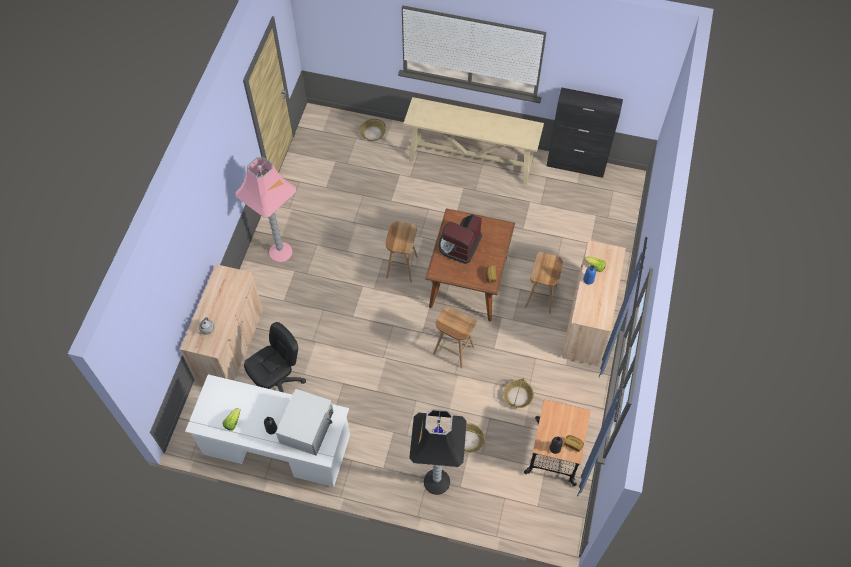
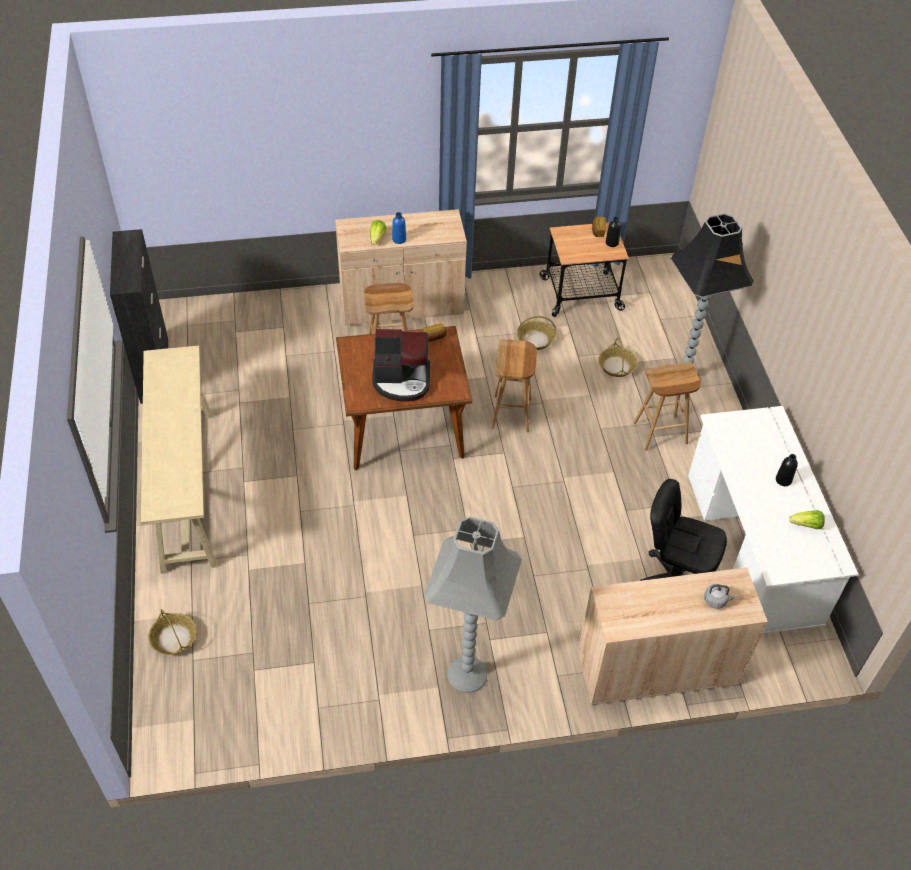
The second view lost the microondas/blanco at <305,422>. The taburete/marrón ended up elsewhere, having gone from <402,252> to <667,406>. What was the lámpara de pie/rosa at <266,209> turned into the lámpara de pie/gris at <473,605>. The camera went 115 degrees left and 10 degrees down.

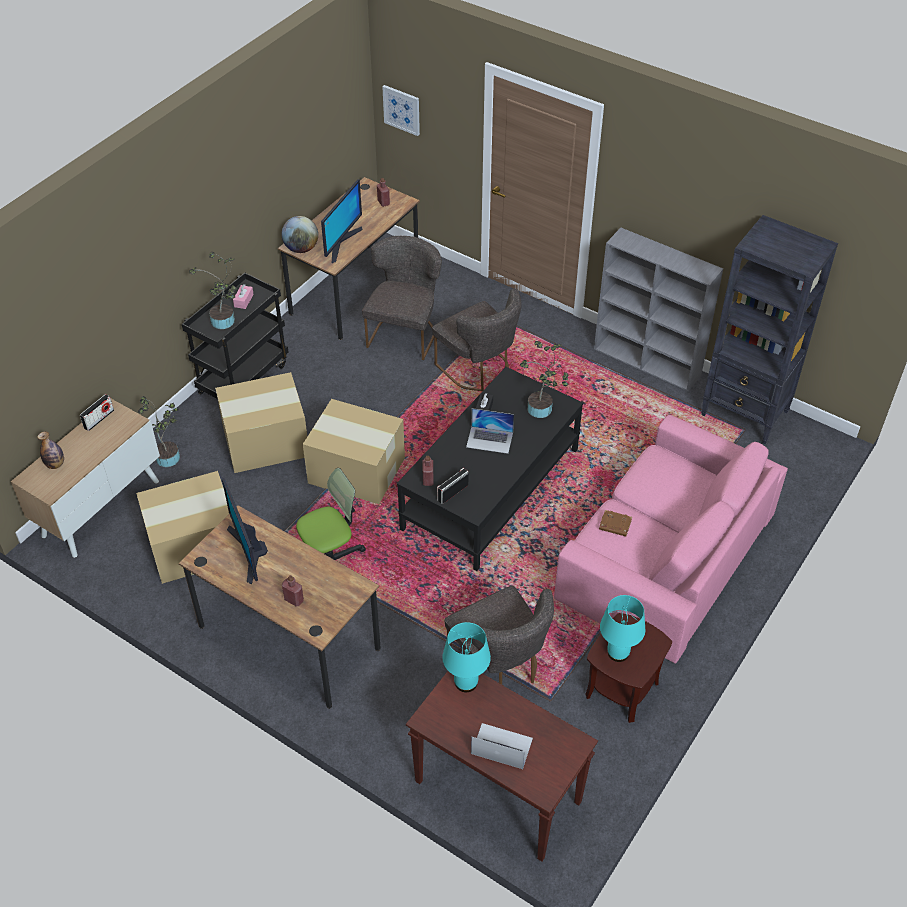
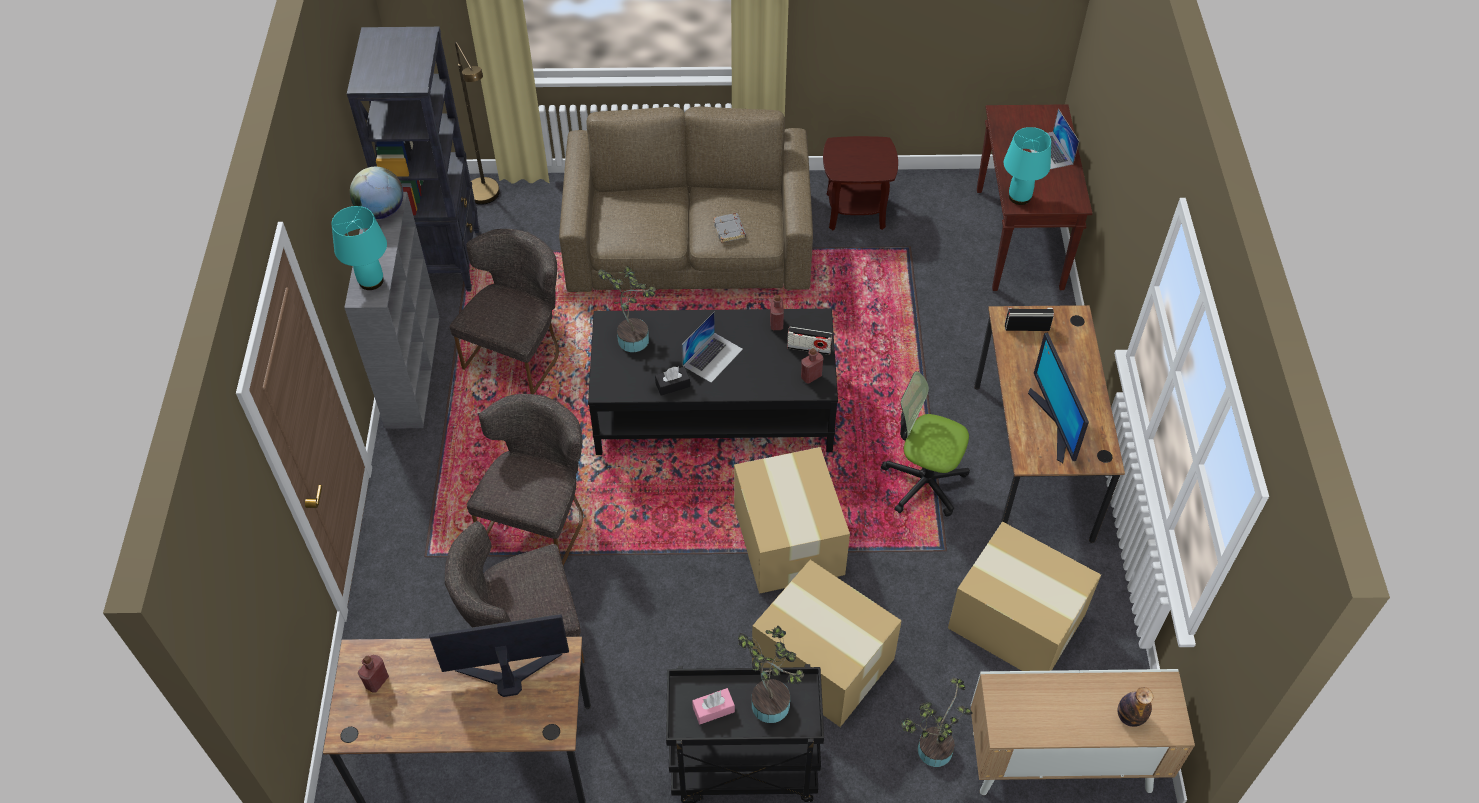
The second view lost the cuadro at <401,110>. The second view gained the lámpara de pie/marrón at <477,123>. The radio ended up elsewhere, having gone from <97,412> to <1029,319>. The globo terráqueo ended up elsewhere, having gone from <300,234> to <376,193>. The botella/rojo ended up elsewhere, having gone from <293,591> to <777,312>. The silla/gris ended up elsewhere, having gone from <499,635> to <504,311>. The lámpara de mesa/turquesa ended up elsewhere, having gone from <622,628> to <359,248>. What was the sofá/rosa at <671,539> turned into the sofá/marrón at <686,199>. What was the libro/marrón at <615,523> turned into the libro/gris at <729,228>. The monitor at <245,531> ended up facing another way, 135 degrees clockwise from before. The portátil at <490,431> ended up facing another way, 60 degrees clockwise from before. The camera went 125 degrees left and 5 degrees up.

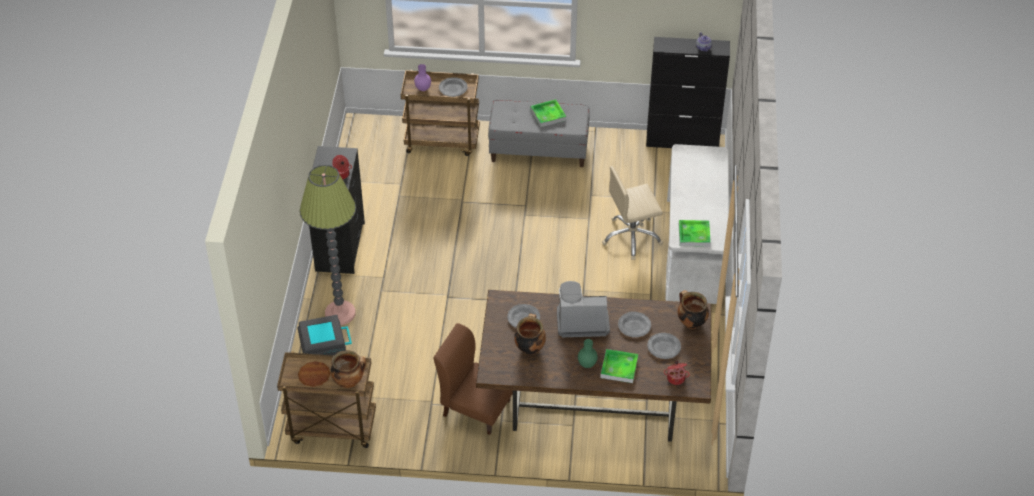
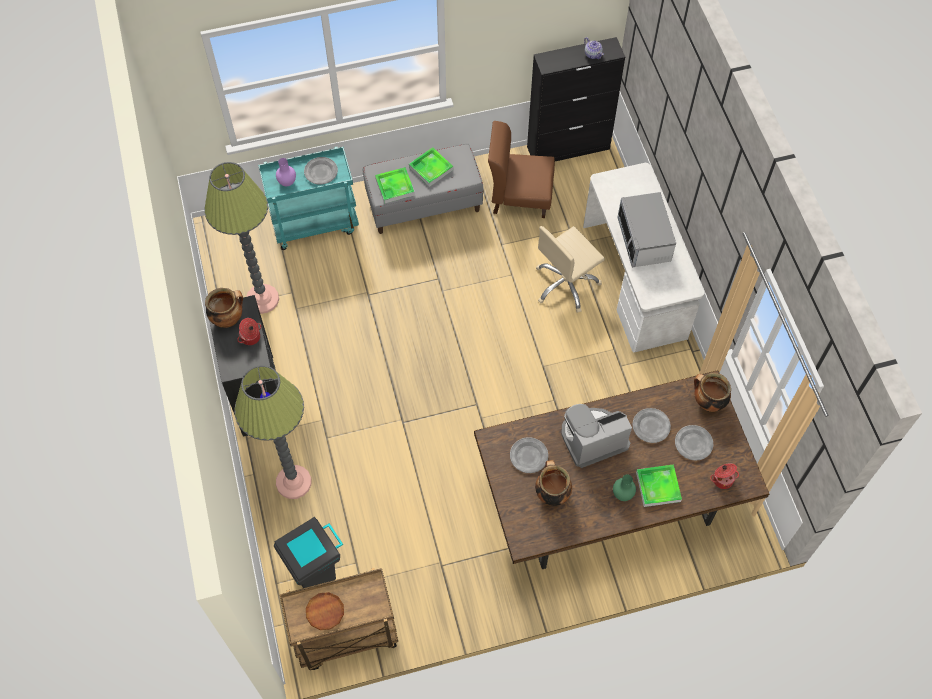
The second view gained the lámpara de pie at <241,238>. The second view gained the microondas at <646,229>. The olla ended up elsewhere, having gone from <348,369> to <224,308>. The silla/marrón ended up elsewhere, having gone from <473,379> to <521,169>. The bandeja ended up elsewhere, having gone from <695,233> to <395,185>. What was the carrito/marrón at <440,113> turned into the carrito/turquesa at <308,198>. The camera went 20 degrees left and 15 degrees up.

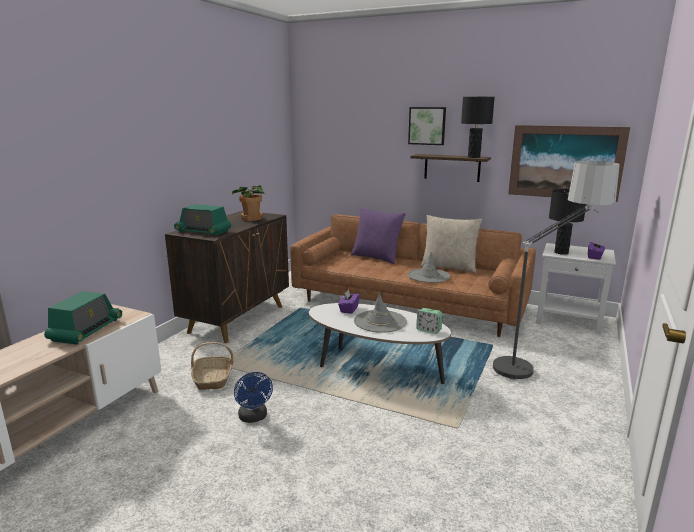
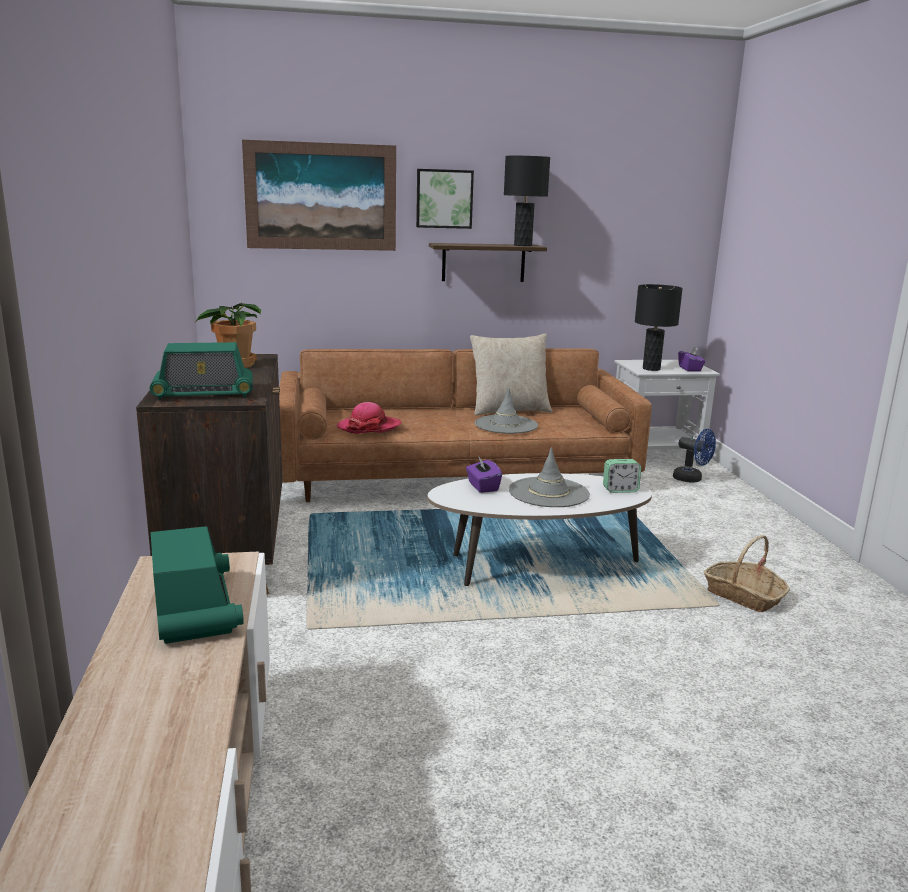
The second view lost the cojín/morado at <378,235>. The second view lost the lámpara de pie at <555,270>. The second view gained the sombrero at <369,418>. The cesta ended up elsewhere, having gone from <212,366> to <747,573>. The ventilador/azul ended up elsewhere, having gone from <253,397> to <694,456>. The cuadro ended up elsewhere, having gone from <569,163> to <319,195>. The camera went 35 degrees left and 0 degrees up.

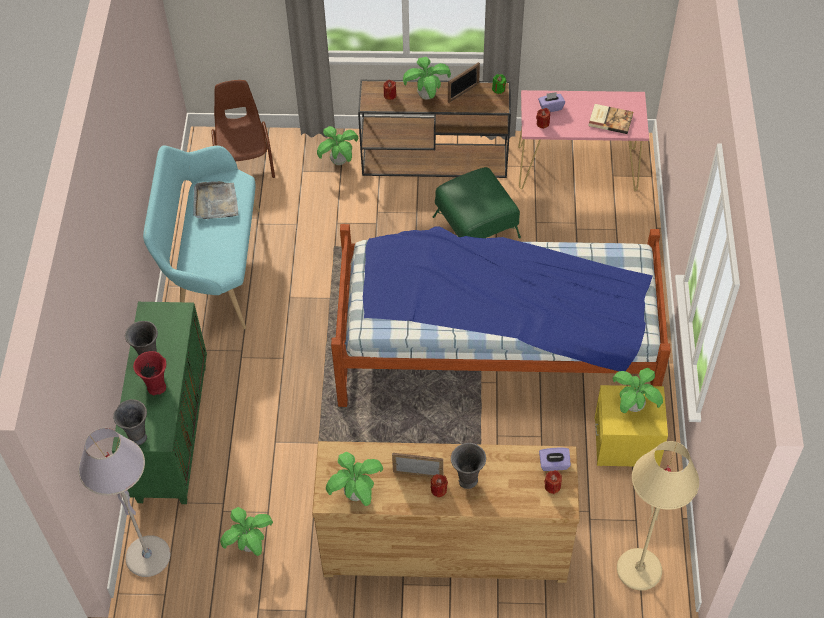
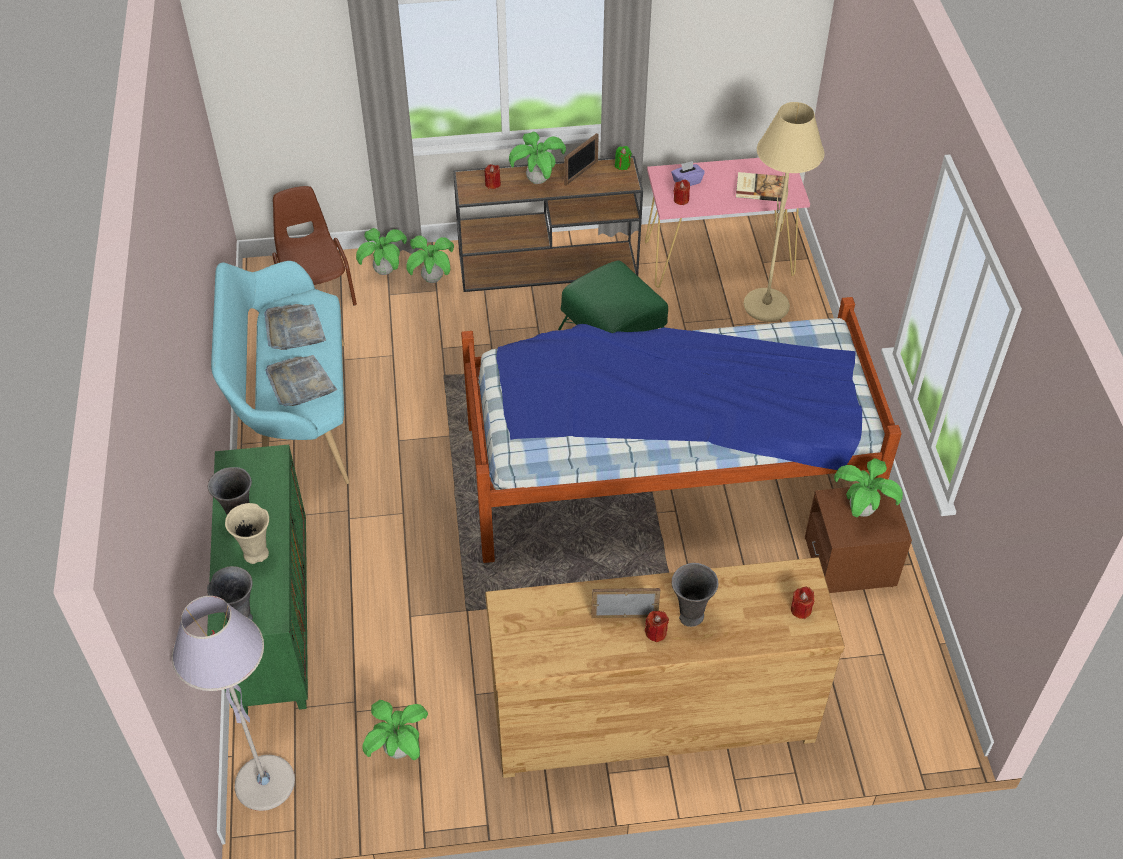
The second view lost the caja de pañuelos/morado at <555,459>. The second view gained the bandeja/gris at <301,380>. The planta en maceta ended up elsewhere, having gone from <354,479> to <381,251>. The lámpara de pie/beis ended up elsewhere, having gone from <658,516> to <784,212>. What was the florero/rojo at <149,373> turned into the florero/beis at <247,533>. What was the mesita de noche/amarillo at <631,425> turned into the mesita de noche/marrón at <858,540>. The camera went 10 degrees left and 5 degrees down.

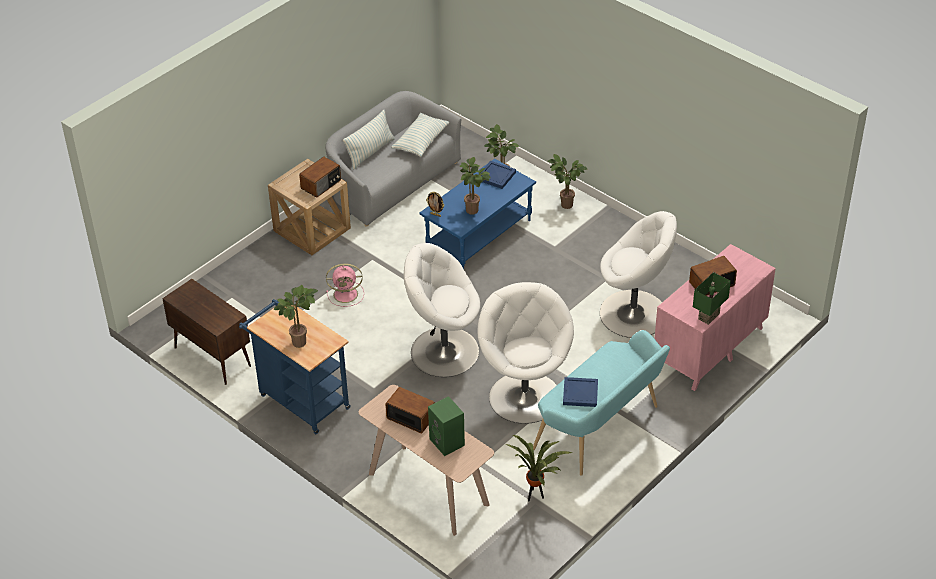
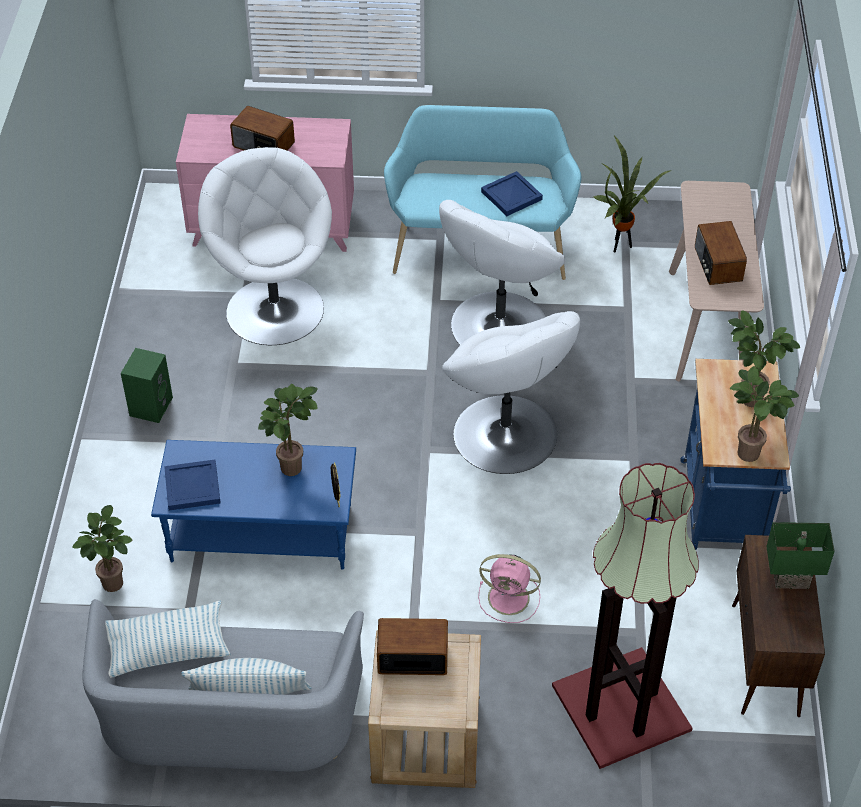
The second view gained the lámpara de pie at <625,616>. The altavoz/verde ended up elsewhere, having gone from <446,426> to <147,385>. The planta en maceta ended up elsewhere, having gone from <568,181> to <764,414>. The lámpara de mesa/verde ended up elsewhere, having gone from <712,298> to <800,555>. The ventilador/rosa at <345,285> ended up facing another way, 150 degrees clockwise from before. The camera went 130 degrees left and 5 degrees up.

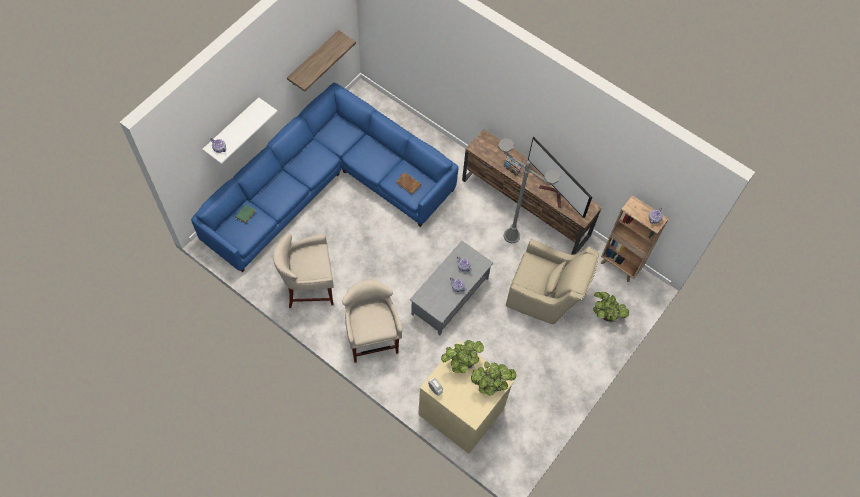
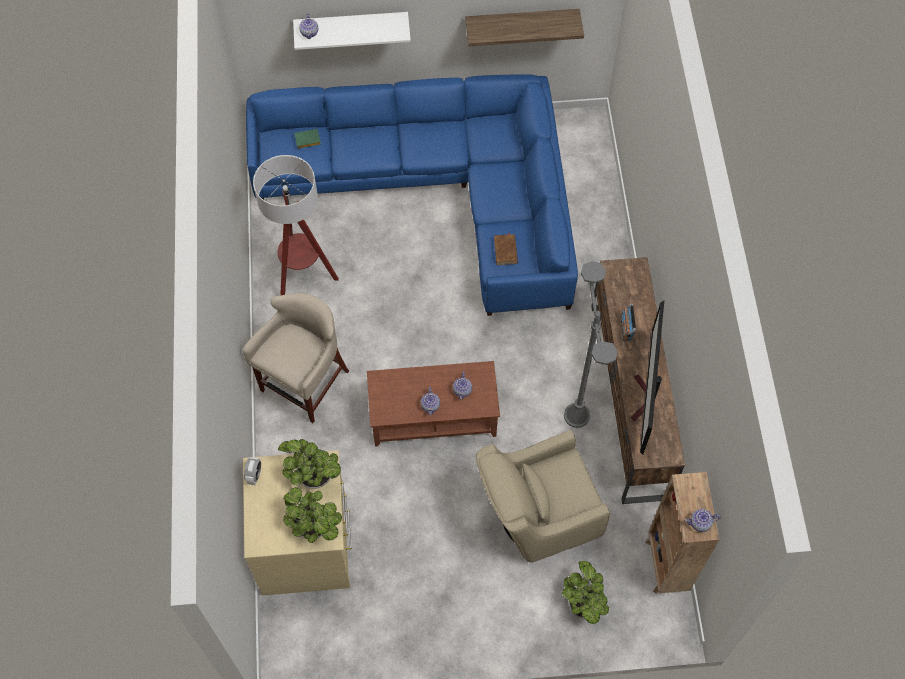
Where the taburete/beis stood at <303,270>, the lámpara de pie came to stand at <296,225>. What was the mesa de centro/gris at <451,288> turned into the mesa de centro/marrón at <433,404>. The sillón/beis at <552,281> ended up facing another way, 90 degrees clockwise from before. The camera went 50 degrees right and 0 degrees up.

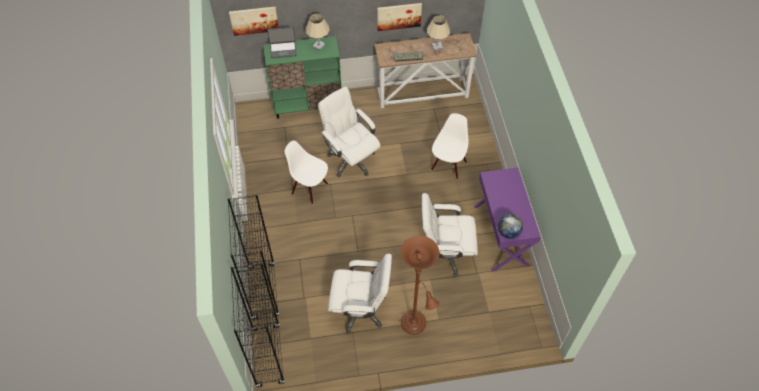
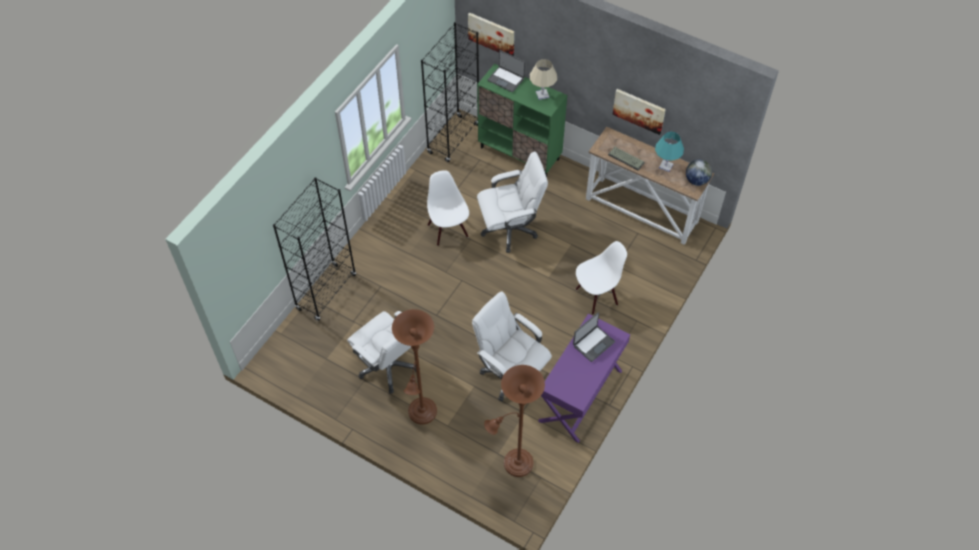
The second view gained the lámpara de pie/marrón at <514,421>. The second view gained the portátil at <594,337>. The estantería/negro ended up elsewhere, having gone from <258,325> to <450,92>. The globo terráqueo ended up elsewhere, having gone from <510,226> to <699,173>. What was the lámpara de mesa/beis at <438,33> turned into the lámpara de mesa/turquesa at <669,152>. The silla de oficina/blanco at <349,132> ended up facing another way, 75 degrees clockwise from before. The camera went 40 degrees right and 0 degrees up.

